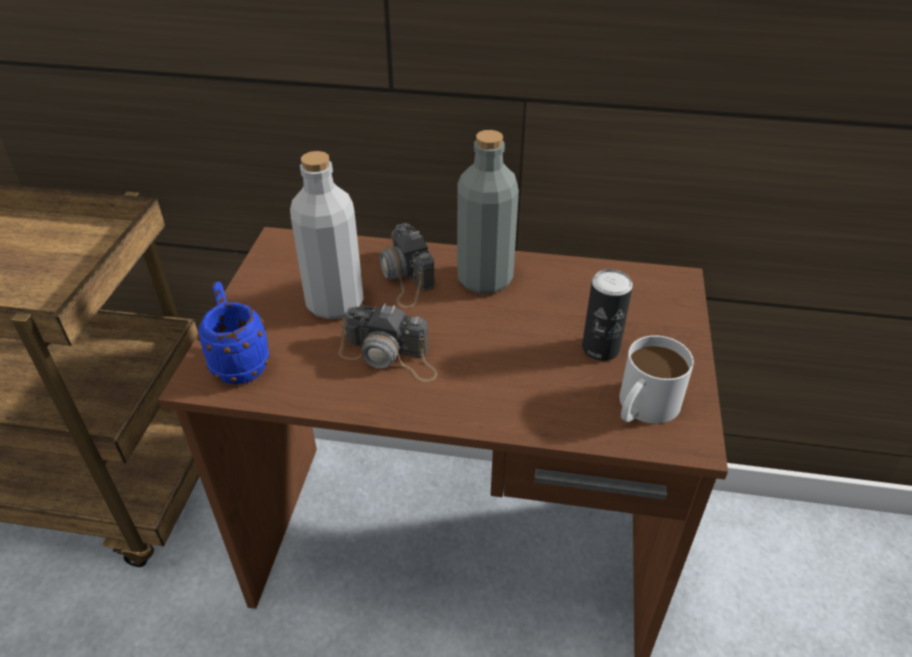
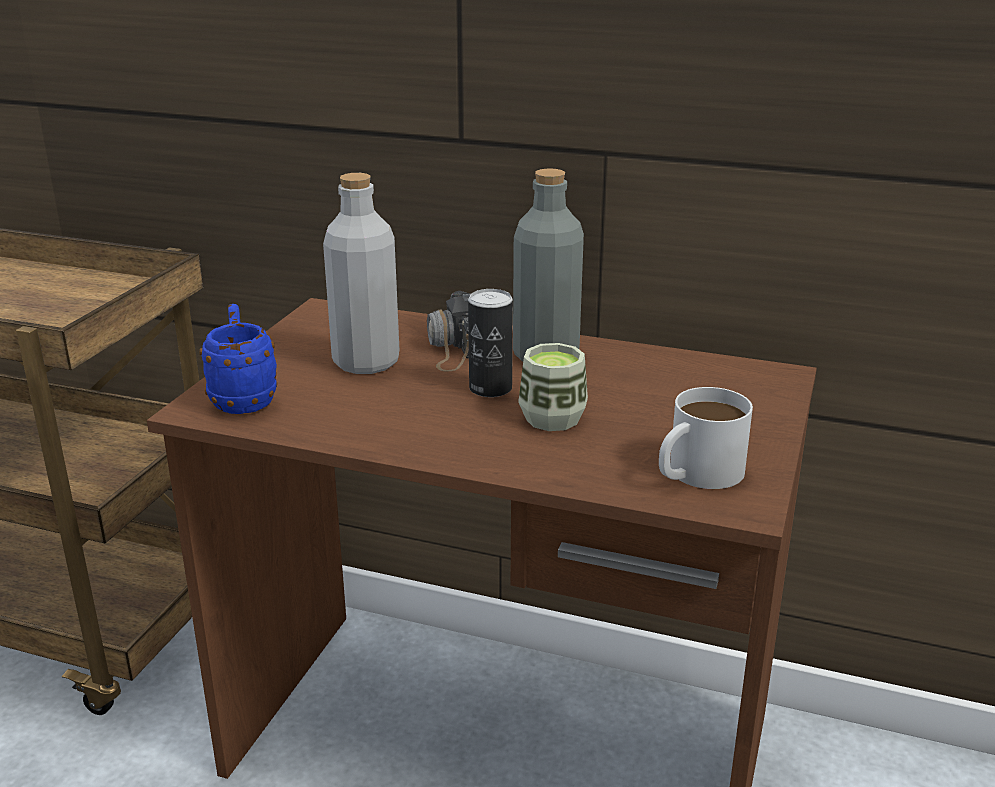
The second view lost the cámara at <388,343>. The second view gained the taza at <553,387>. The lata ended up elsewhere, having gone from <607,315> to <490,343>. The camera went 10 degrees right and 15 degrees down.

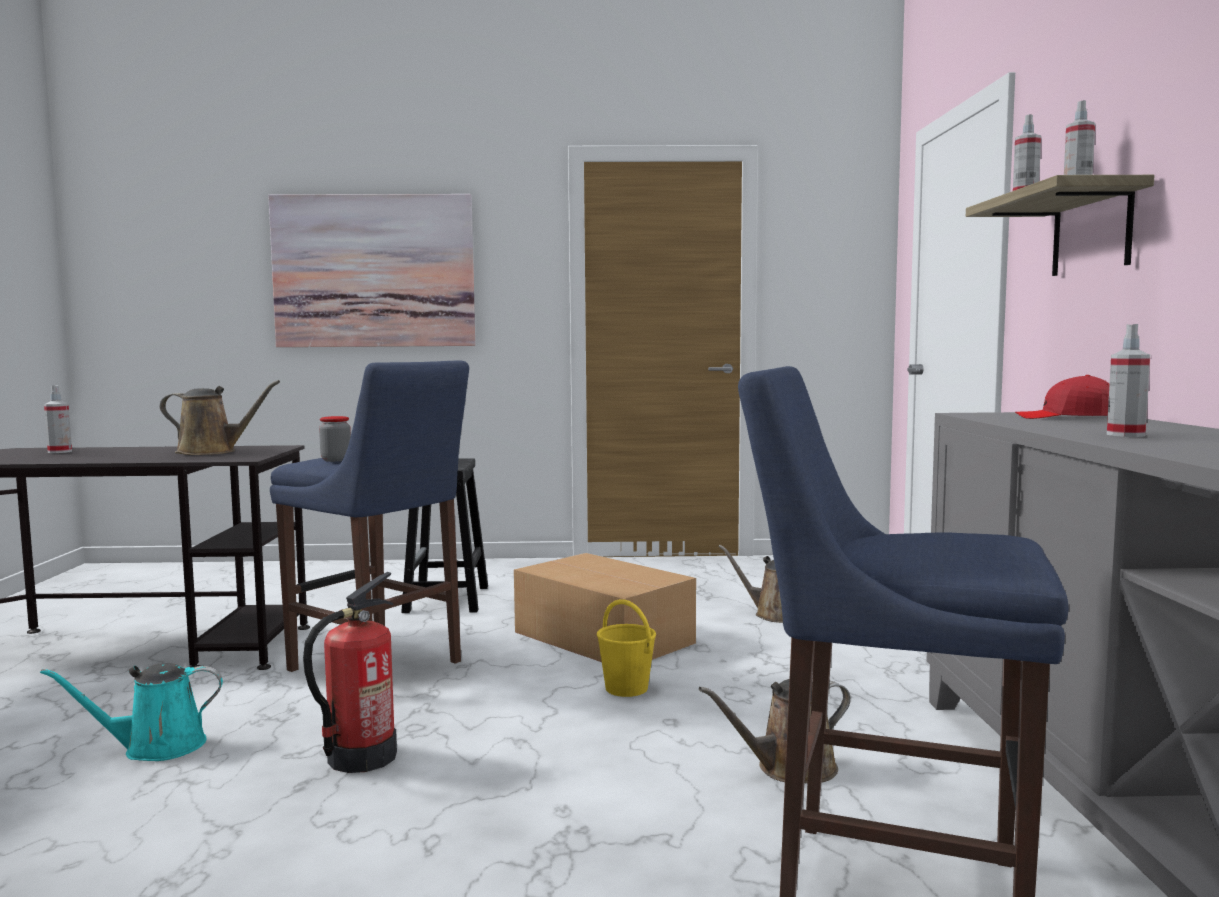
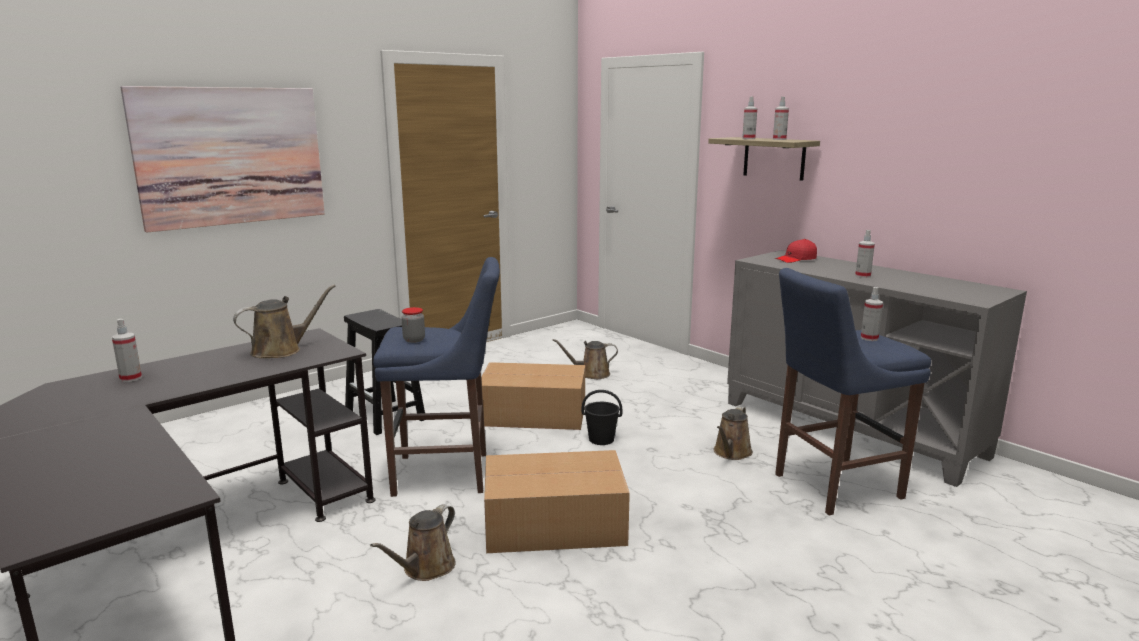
The second view gained the pulverizador at <872,314>. Where the extintor stood at <350,672>, the caja de cartón came to stand at <557,501>. What was the regadera/turquesa at <131,712> turned into the regadera/marrón at <413,542>. What was the cubo/amarillo at <626,648> turned into the cubo/negro at <602,417>. The camera went 40 degrees left and 10 degrees up.

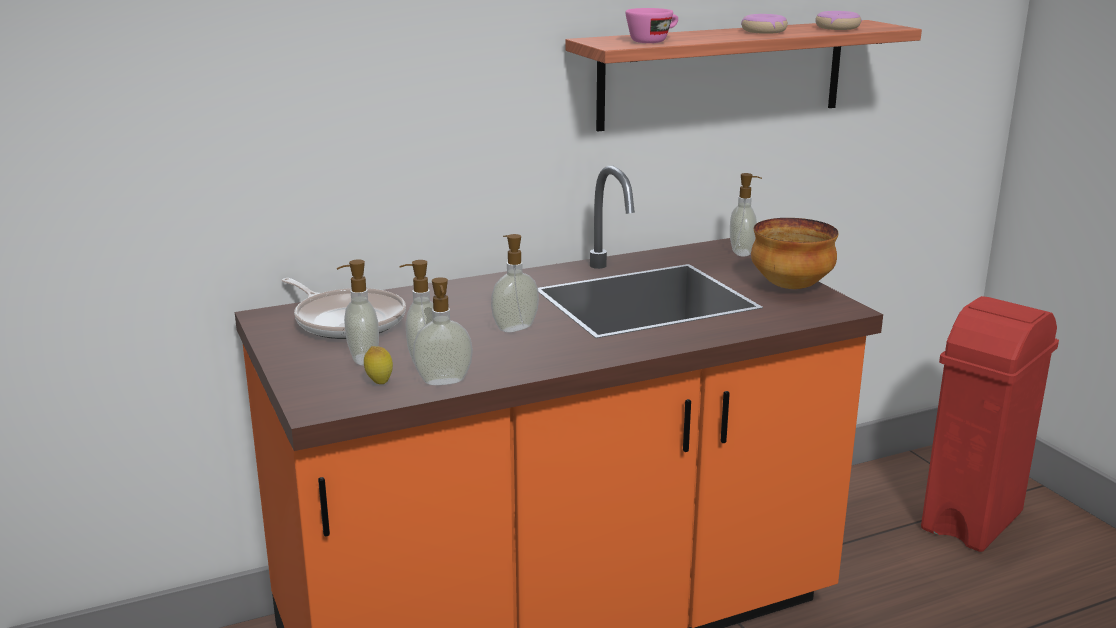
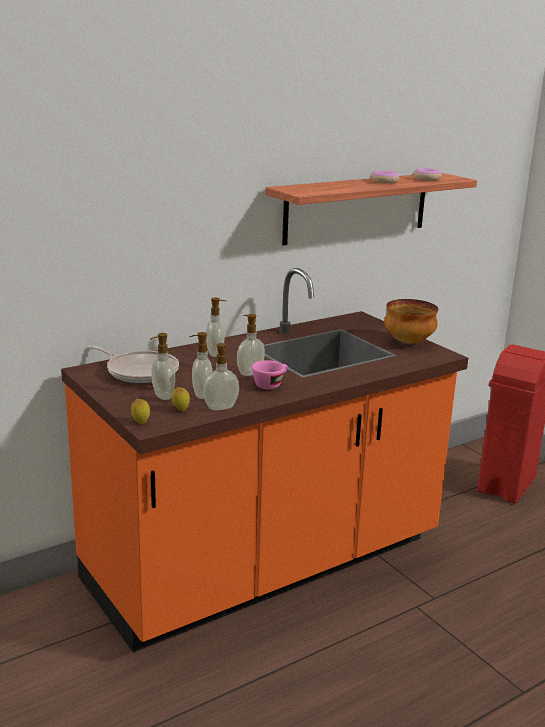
The second view gained the limón at <140,411>. The taza/rosa ended up elsewhere, having gone from <651,25> to <269,374>. The dispensador de jabón ended up elsewhere, having gone from <746,215> to <216,327>. The camera went 10 degrees left and 0 degrees up.

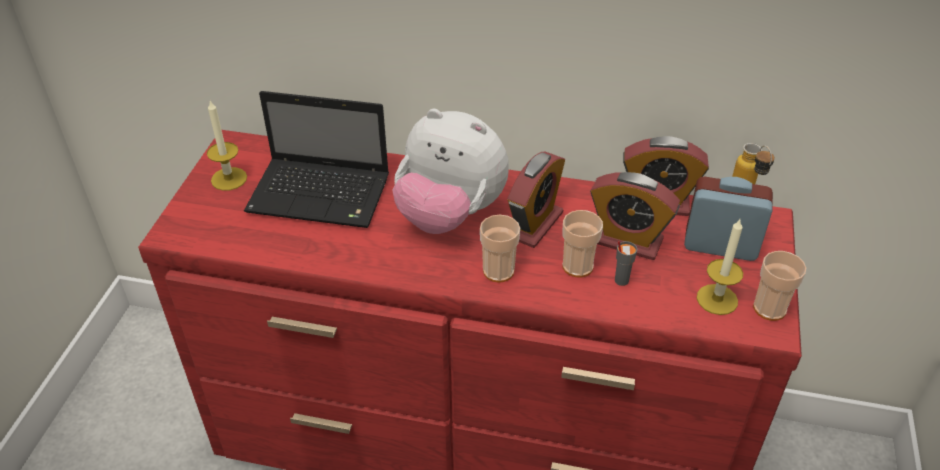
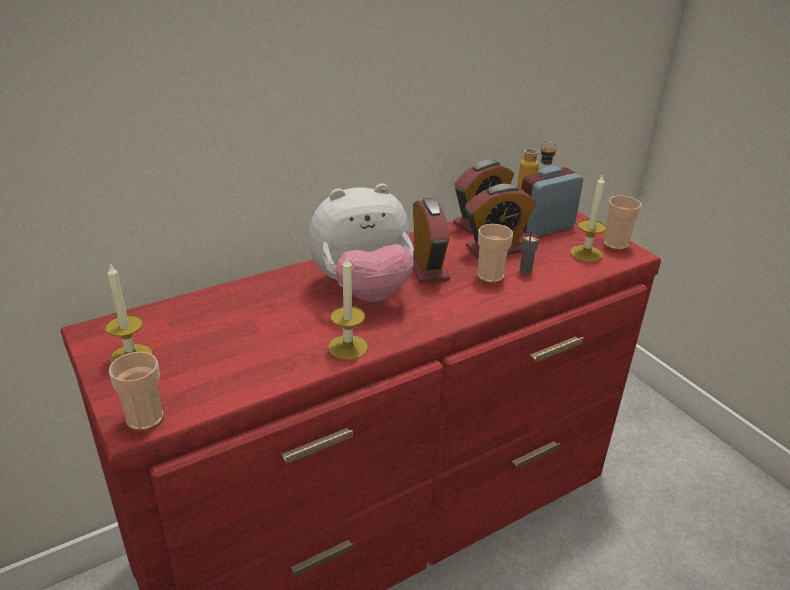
The second view lost the portátil at <316,159>. The second view gained the vela at <348,308>. The taza ended up elsewhere, having gone from <500,249> to <136,392>. The camera went 45 degrees left and 10 degrees down.

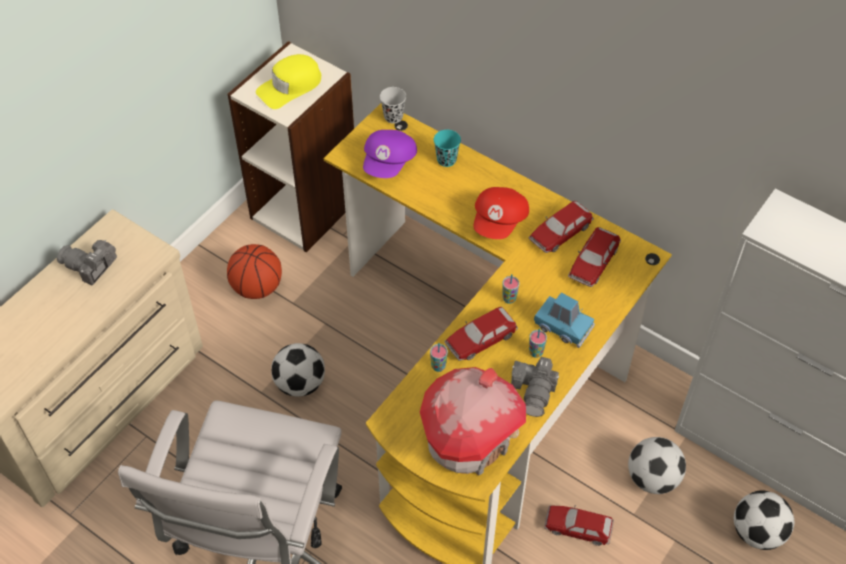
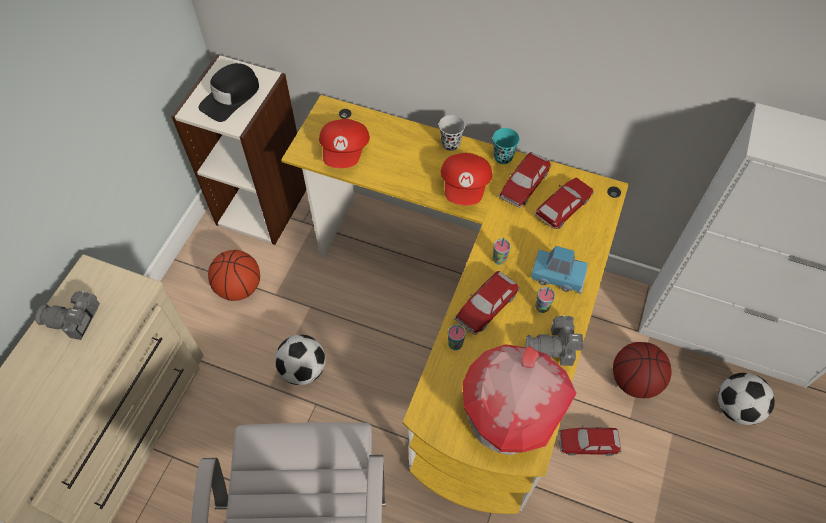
The taza/negro ended up elsewhere, having gone from <393,105> to <452,133>. The taza/turquesa ended up elsewhere, having gone from <447,148> to <506,146>. Where the balón de fútbol stood at <657,465>, the balón de baloncesto came to stand at <642,370>. What was the gorra/amarillo at <289,81> turned into the gorra/negro at <228,92>. What was the gorra/morado at <390,154> turned into the gorra/rojo at <344,143>. The cámara at <535,387> ended up facing another way, 90 degrees clockwise from before. The coche de juguete at <594,257> ended up facing another way, 150 degrees counterclockwise from before. The camera went 15 degrees left and 5 degrees up.

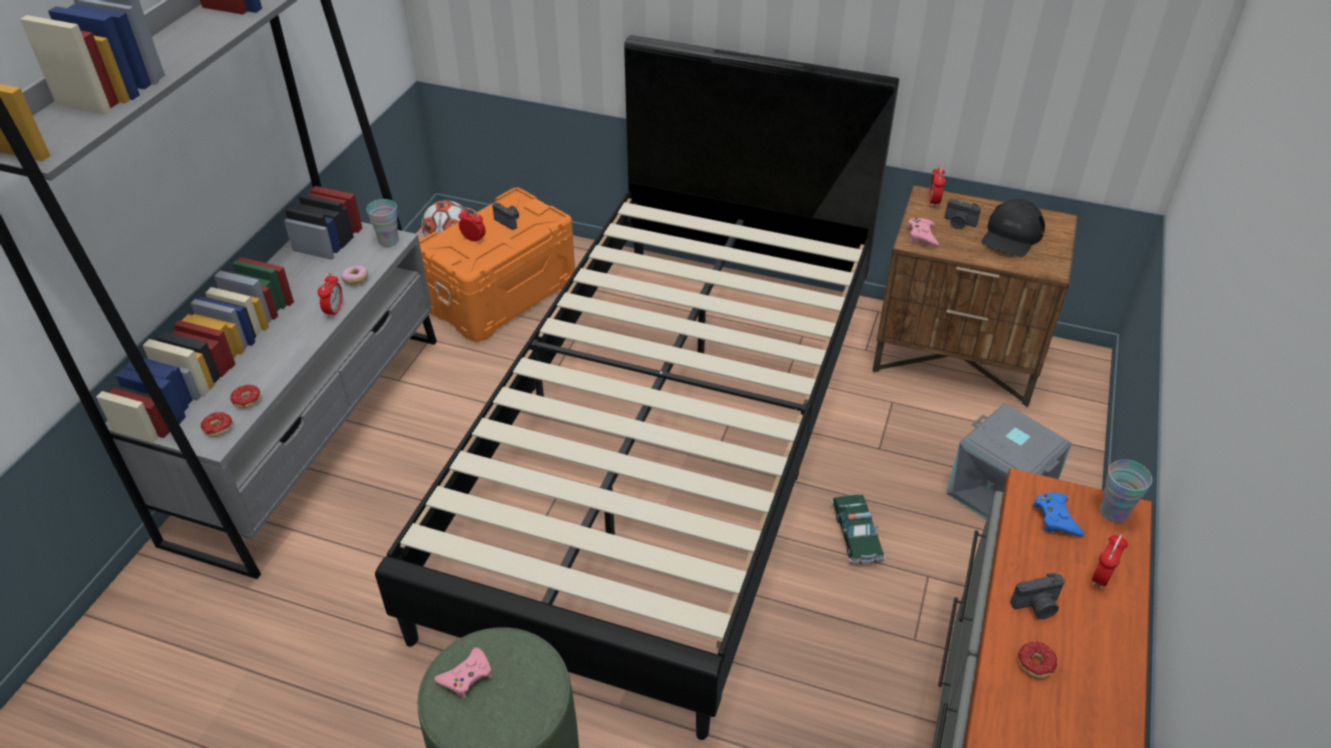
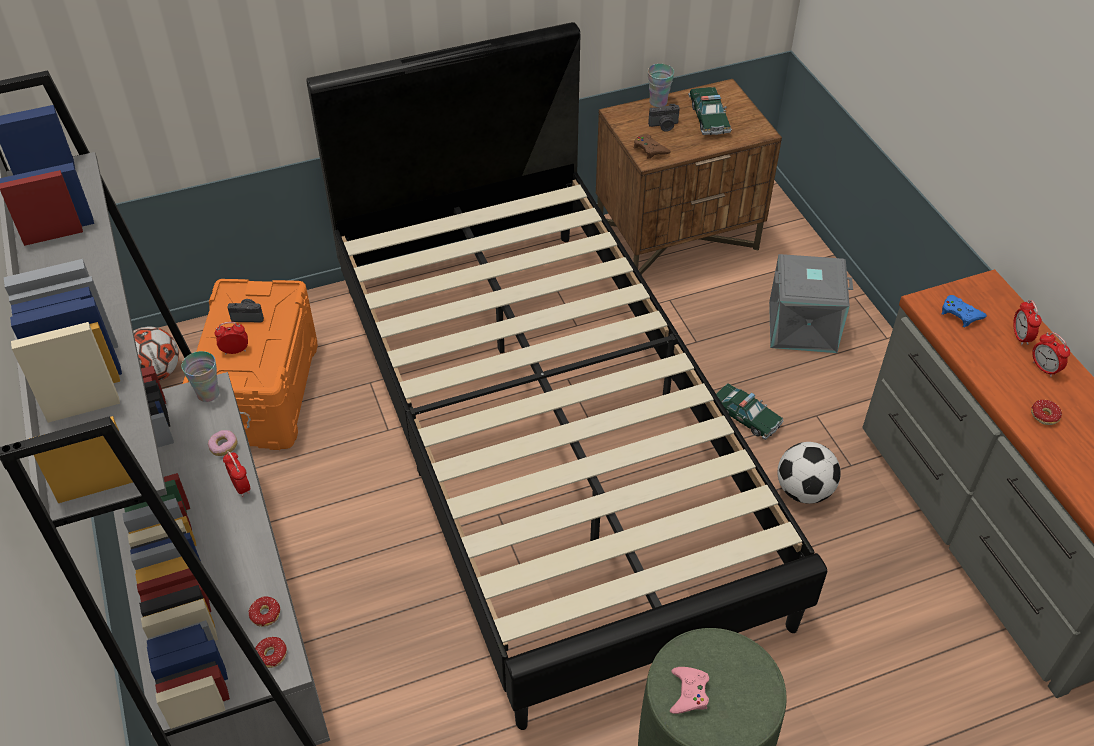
The second view lost the cámara at <1037,596>. The second view gained the balón de fútbol at <809,473>. The despertador ended up elsewhere, having gone from <937,186> to <1051,354>. The taza ended up elsewhere, having gone from <1126,491> to <661,85>. Where the gorra/negro stood at <1013,228>, the coche de juguete came to stand at <710,111>. What was the mando de consola/rosa at <923,232> turned into the mando de consola/marrón at <652,146>. The camera went 40 degrees left and 5 degrees up.

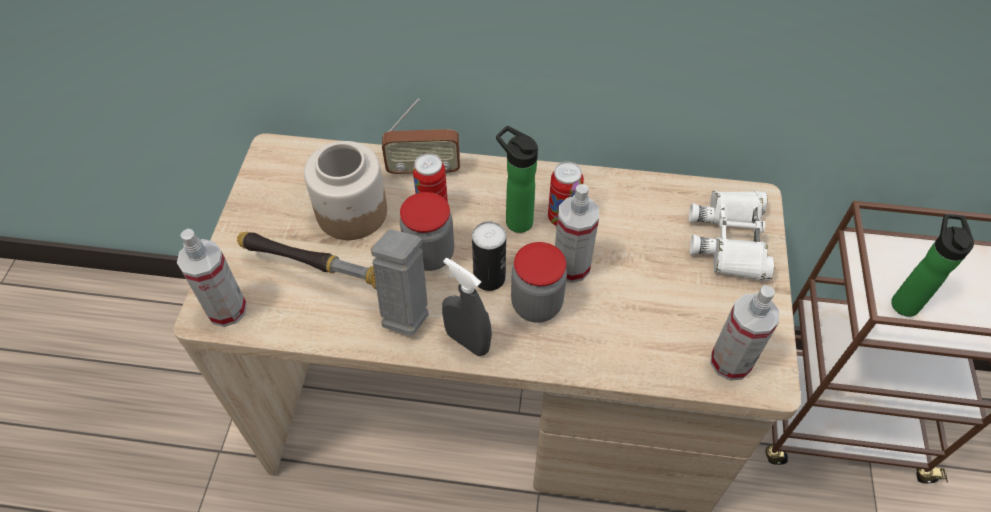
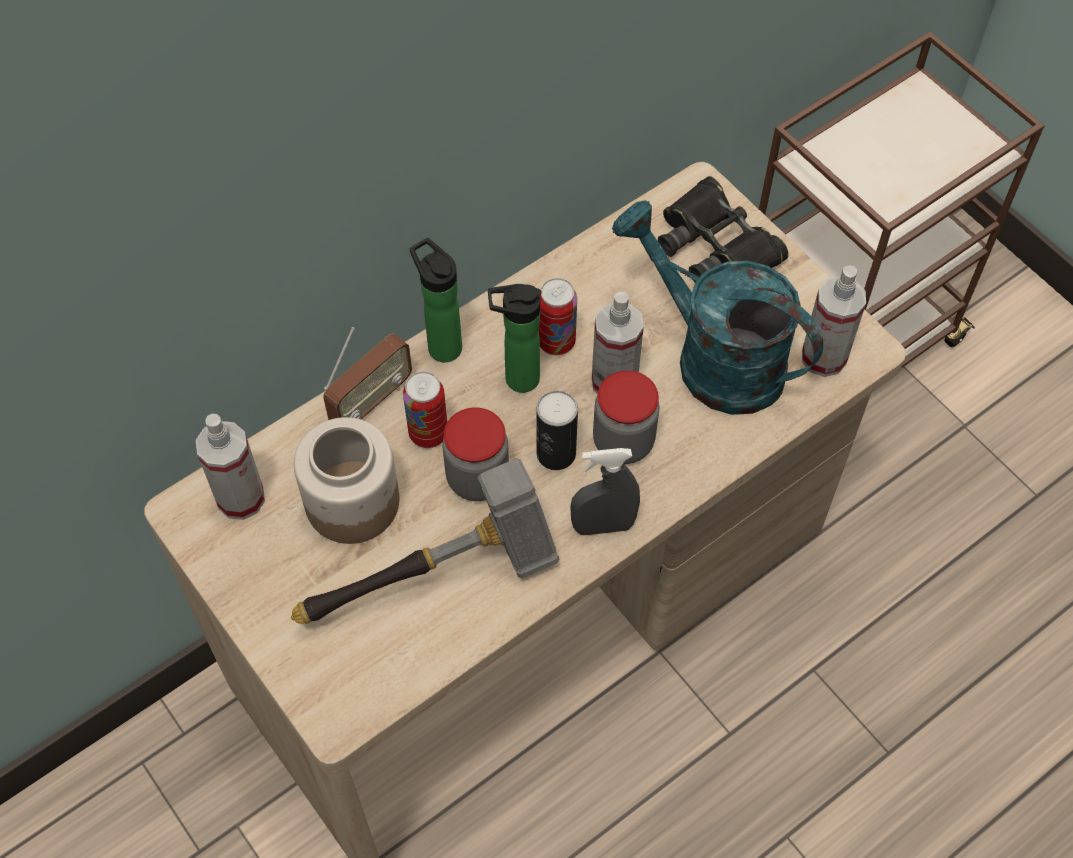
The second view gained the regadera/turquesa at <717,307>. The pulverizador ended up elsewhere, having gone from <212,278> to <230,467>. The botella ended up elsewhere, having gone from <932,265> to <436,300>. What was the prismáticos/blanco at <731,236> turned into the prismáticos/negro at <723,229>. The camera went 45 degrees left and 5 degrees up.

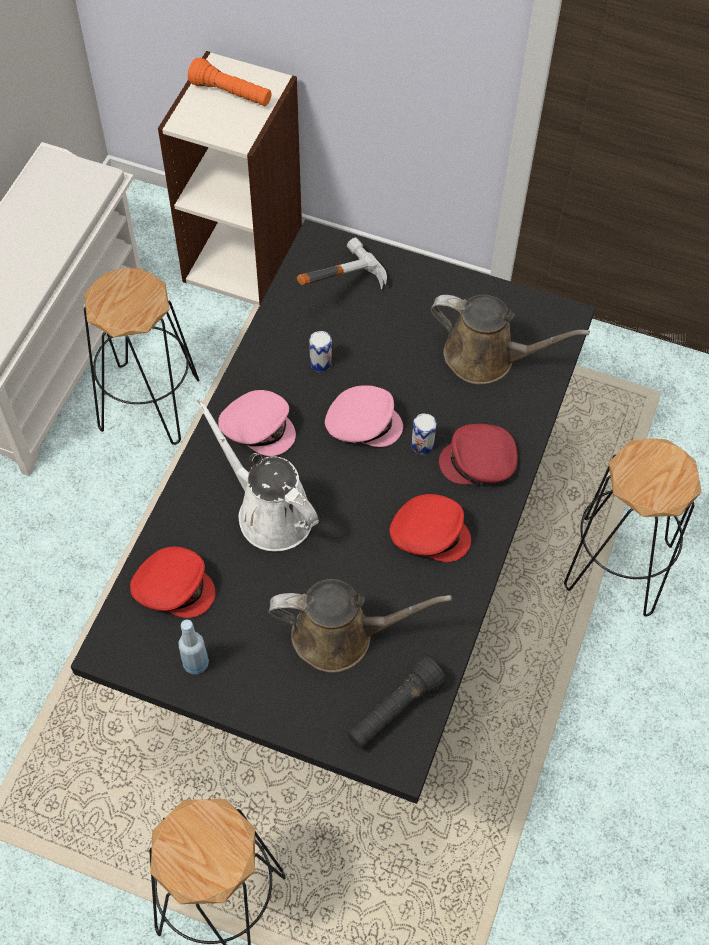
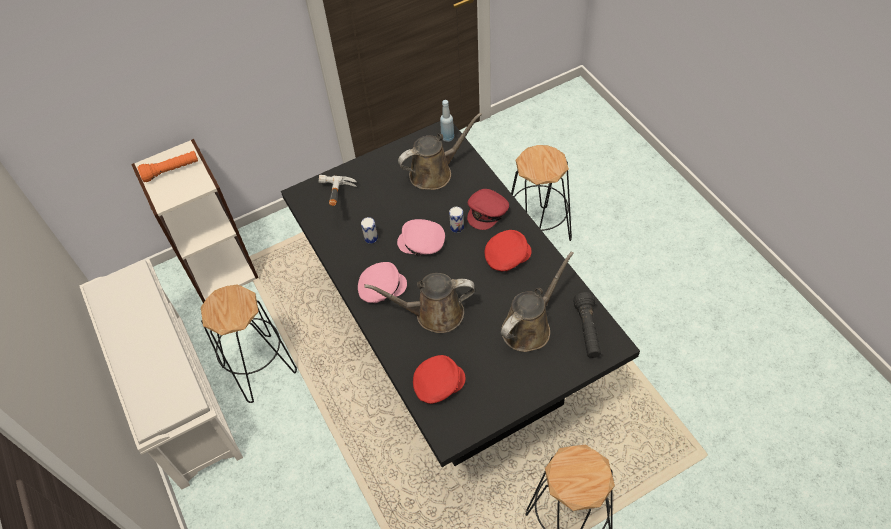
The botella/azul ended up elsewhere, having gone from <194,646> to <447,121>. What was the regadera/blanco at <257,475> turned into the regadera/marrón at <419,303>. The gorra/rosa at <364,416> ended up facing another way, 135 degrees counterclockwise from before. The camera went 45 degrees left and 5 degrees down.

